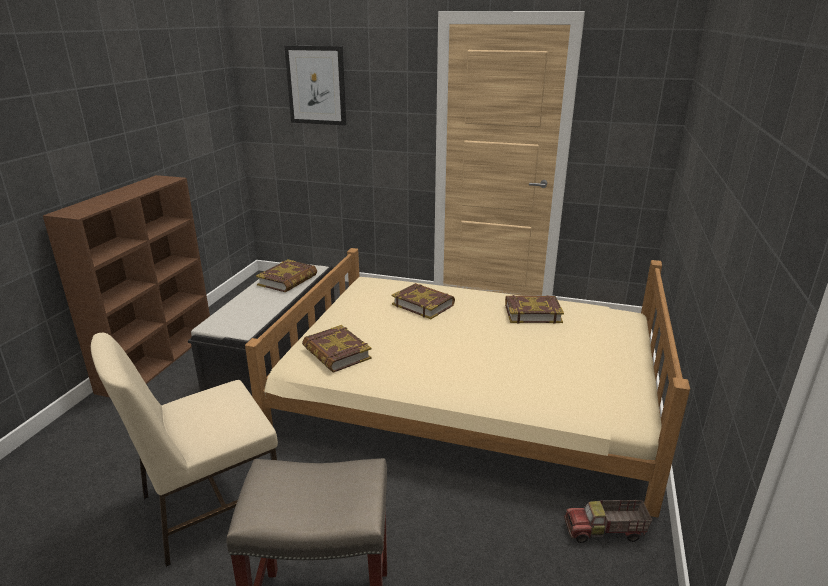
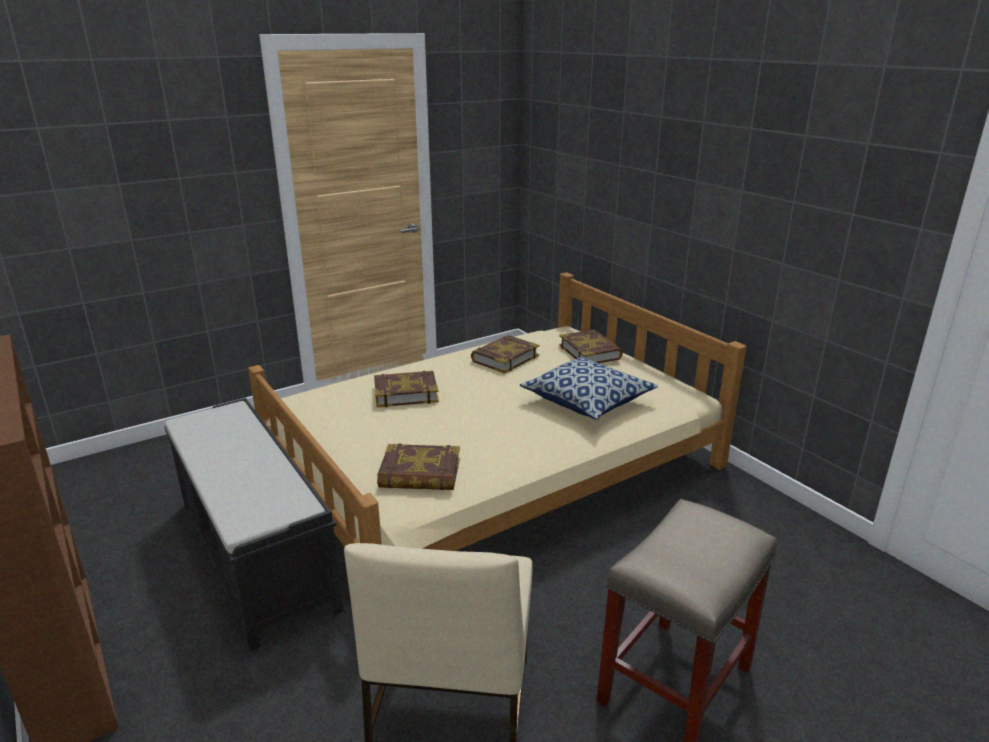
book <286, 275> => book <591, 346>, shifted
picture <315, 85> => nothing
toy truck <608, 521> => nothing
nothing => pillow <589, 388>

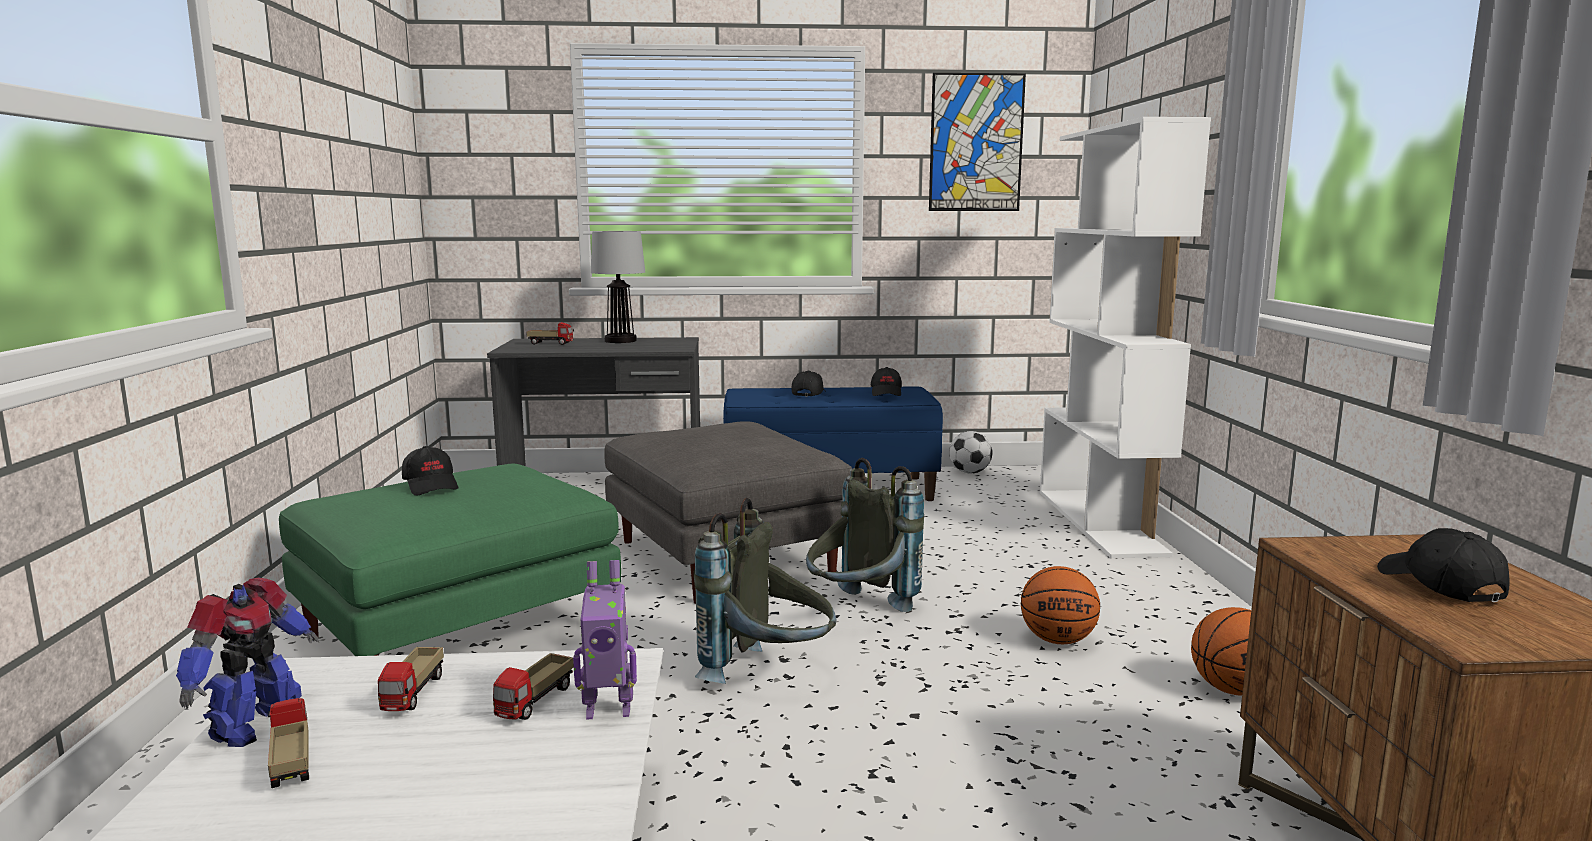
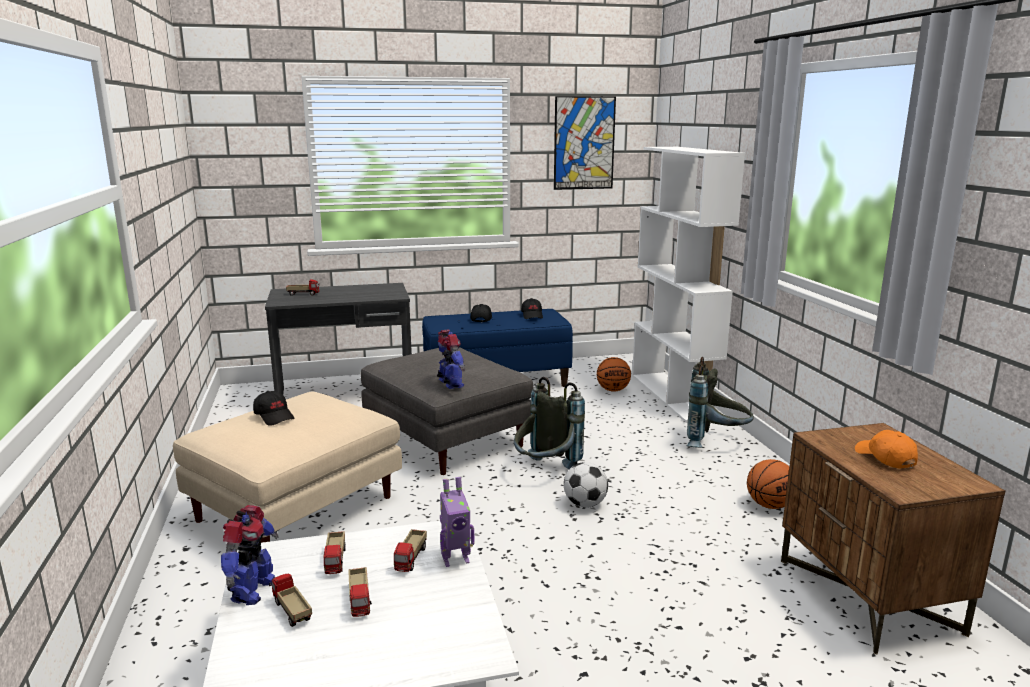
green ottoman <450, 560> => beige ottoman <287, 467>
table lamp <618, 287> => nothing
grey backpack <765, 591> => grey backpack <720, 402>, shifted
football <970, 452> => football <586, 484>, shifted
basketball <1060, 605> => basketball <614, 374>, shifted
black cap <1443, 565> => orange cap <886, 449>
nothing => toy truck <360, 592>
nothing => toy robot <451, 359>

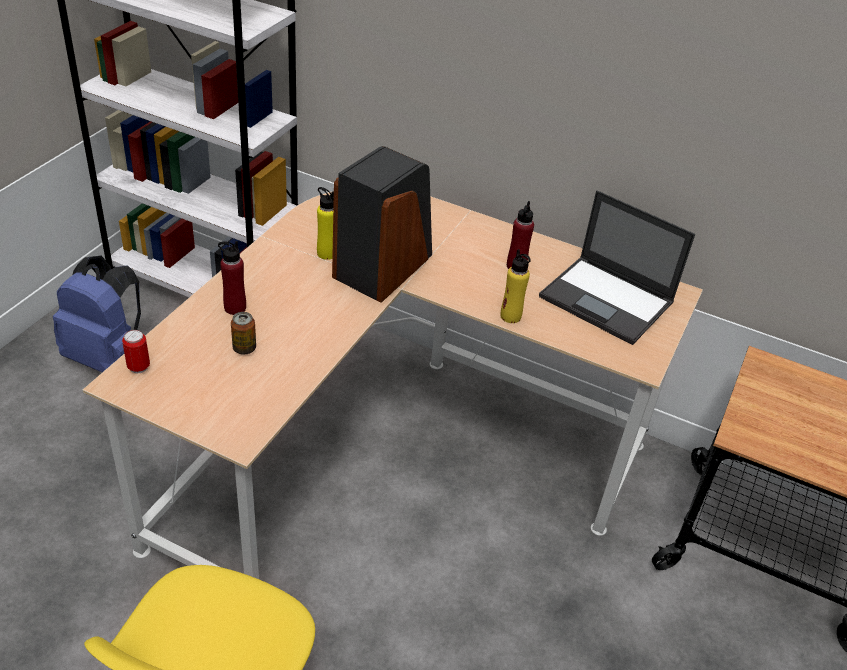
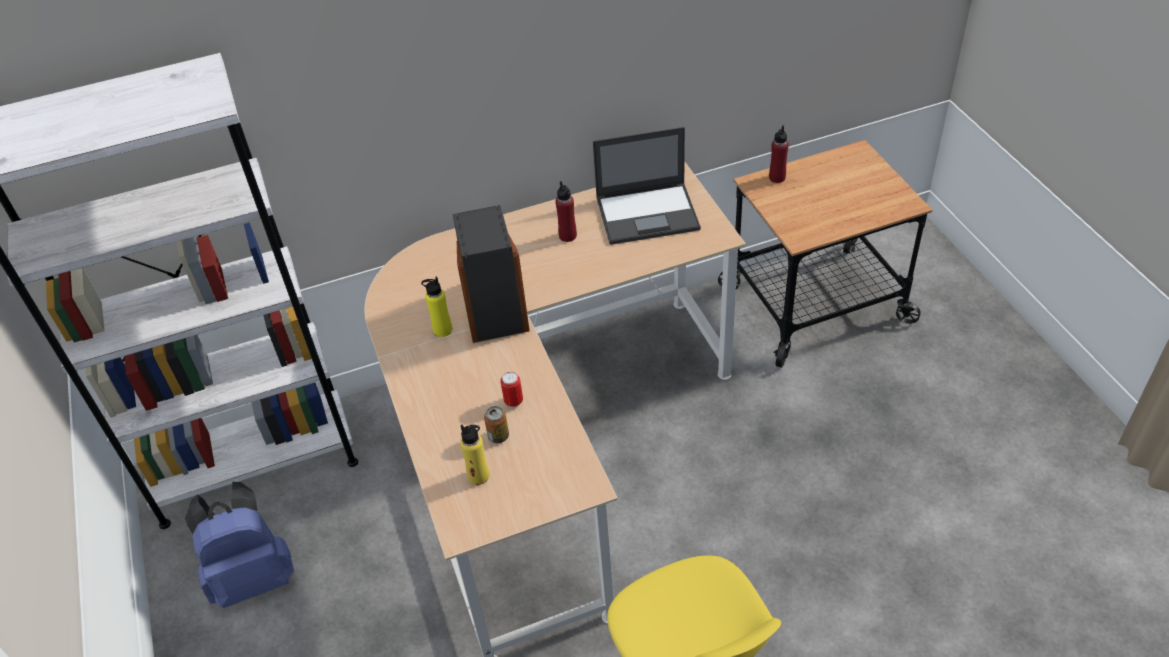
can <136, 351> => can <511, 390>, shifted
red bottle <232, 278> => red bottle <779, 154>, shifted
yellow bottle <515, 286> => yellow bottle <474, 455>, shifted

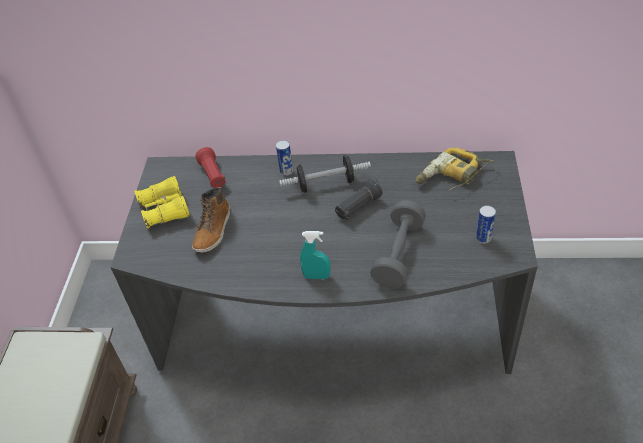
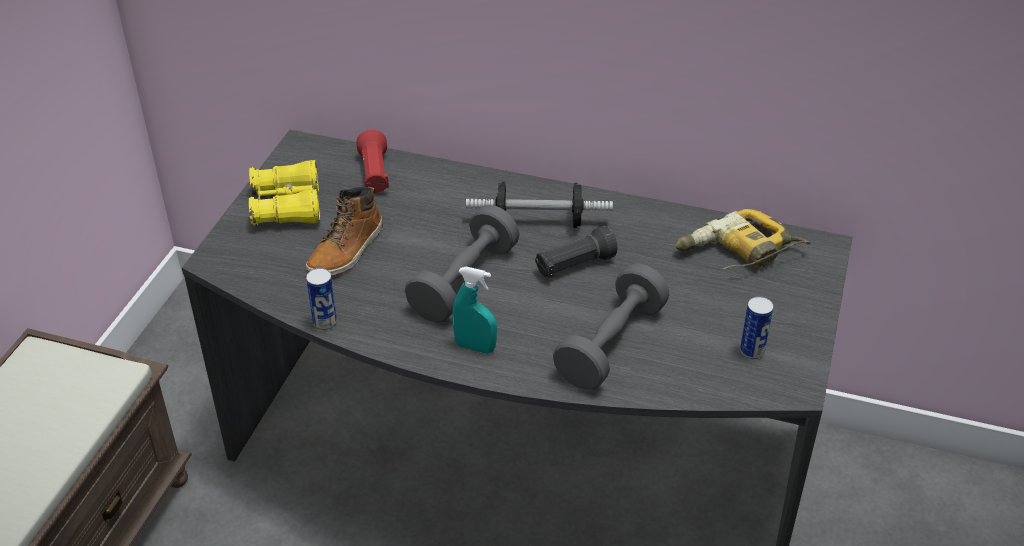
can <284, 158> => can <321, 299>, shifted
nothing => grey dumbbell <462, 264>

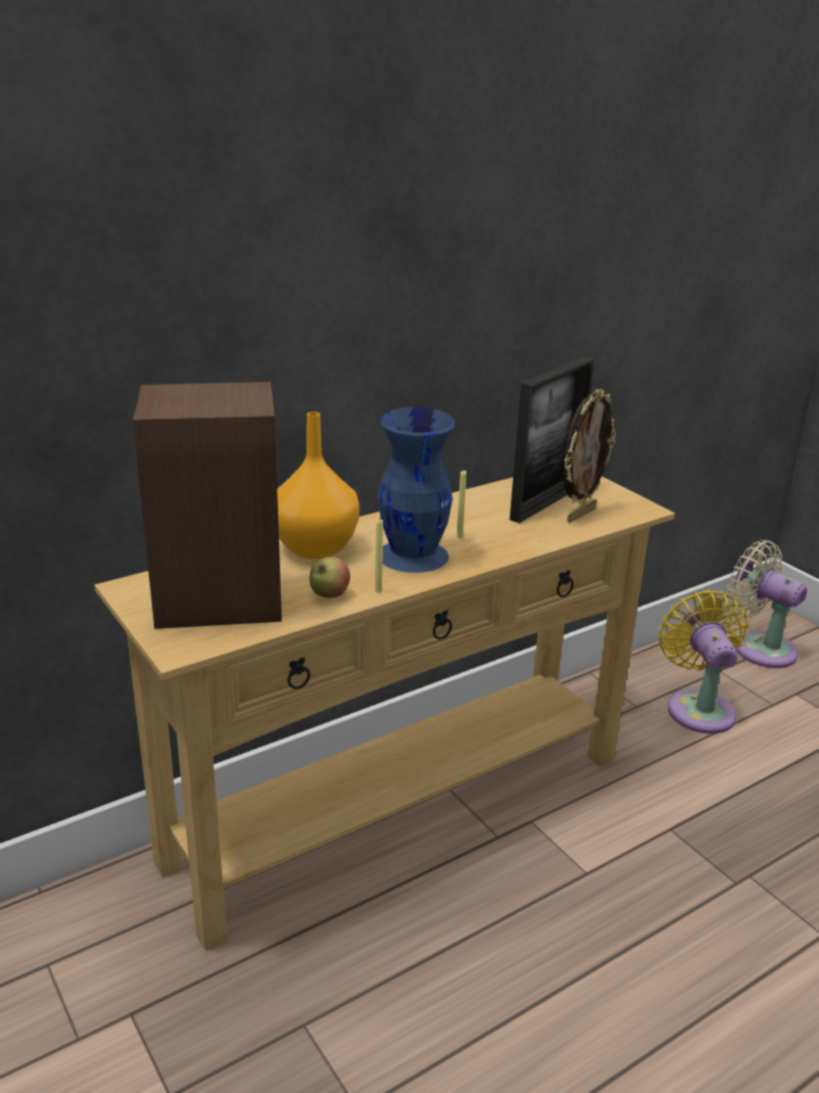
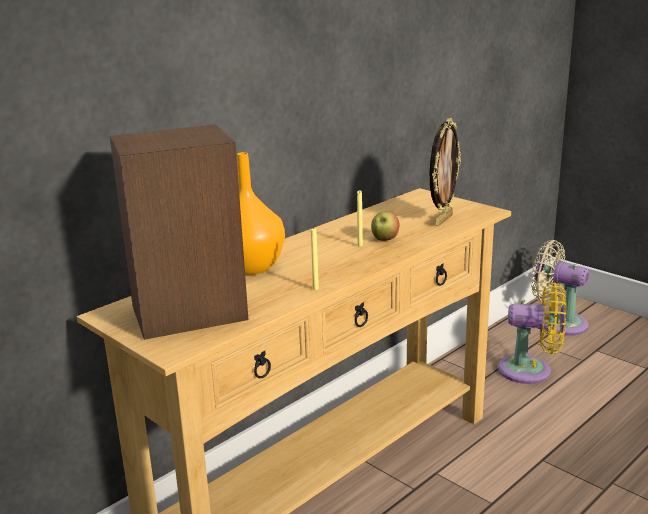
apple <330, 577> => apple <385, 226>, shifted
blue vase <416, 490> => nothing
picture frame <552, 440> => nothing
yellow fan <703, 662> => yellow fan <532, 333>, 120 degrees clockwise

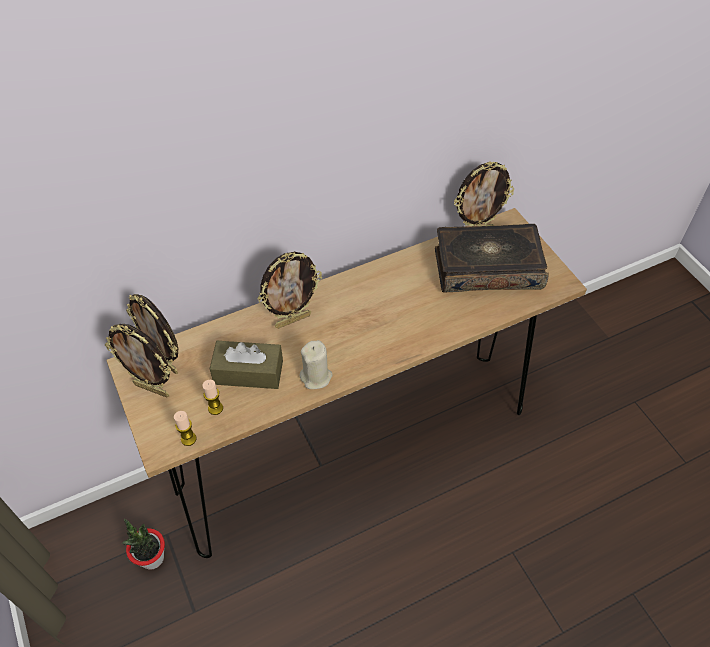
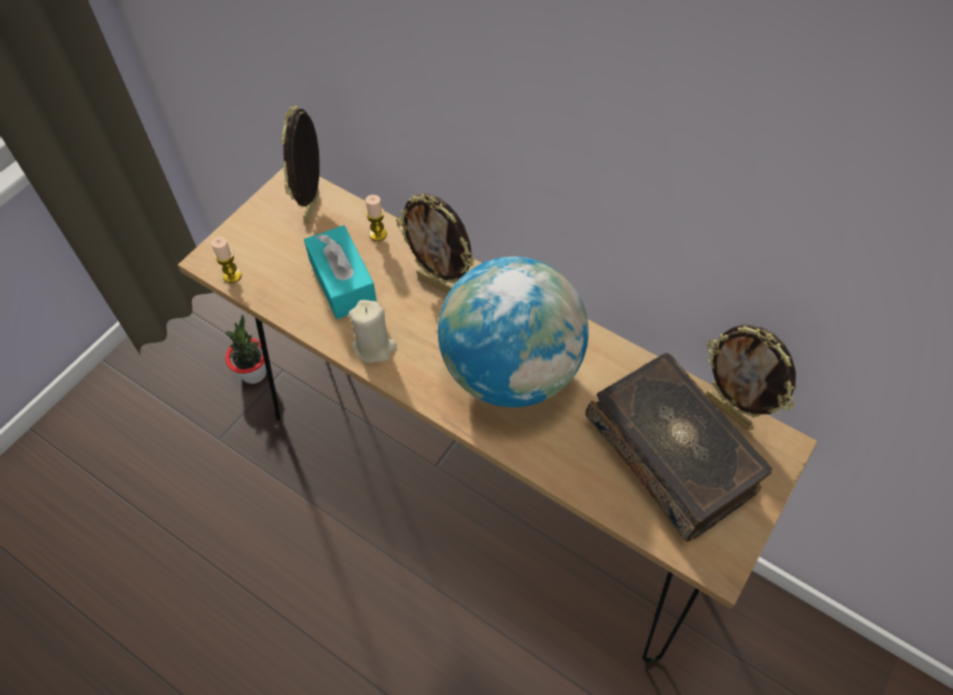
picture frame <138, 361> => nothing
candle <213, 397> => candle <376, 218>, shifted
brown tissue box <246, 365> => turquoise tissue box <340, 272>
nothing => globe <513, 331>

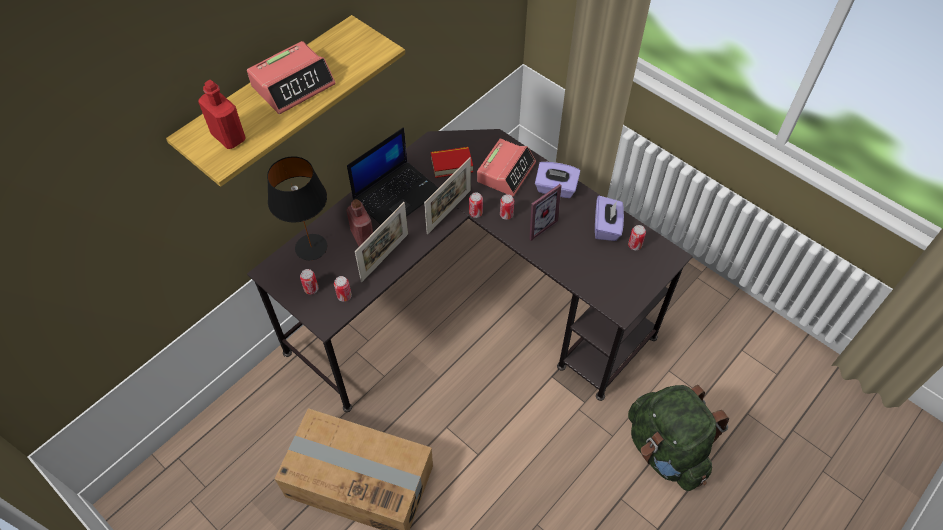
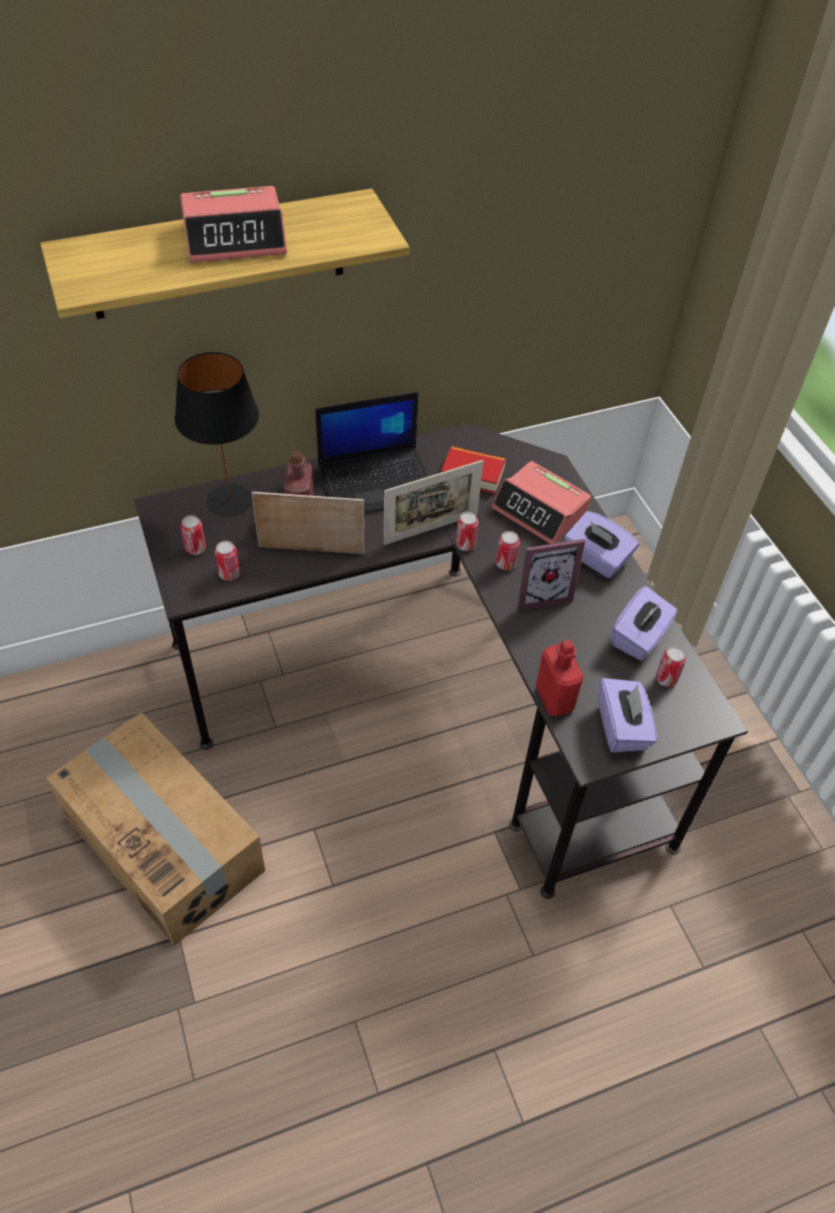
red bottle <222, 114> => red bottle <560, 678>, shifted
picture frame <381, 242> => picture frame <308, 523>, 150 degrees counterclockwise
alarm clock <506, 167> => alarm clock <541, 502>, 75 degrees clockwise
green backpack <678, 438> => nothing
nothing => purple tissue box <627, 715>

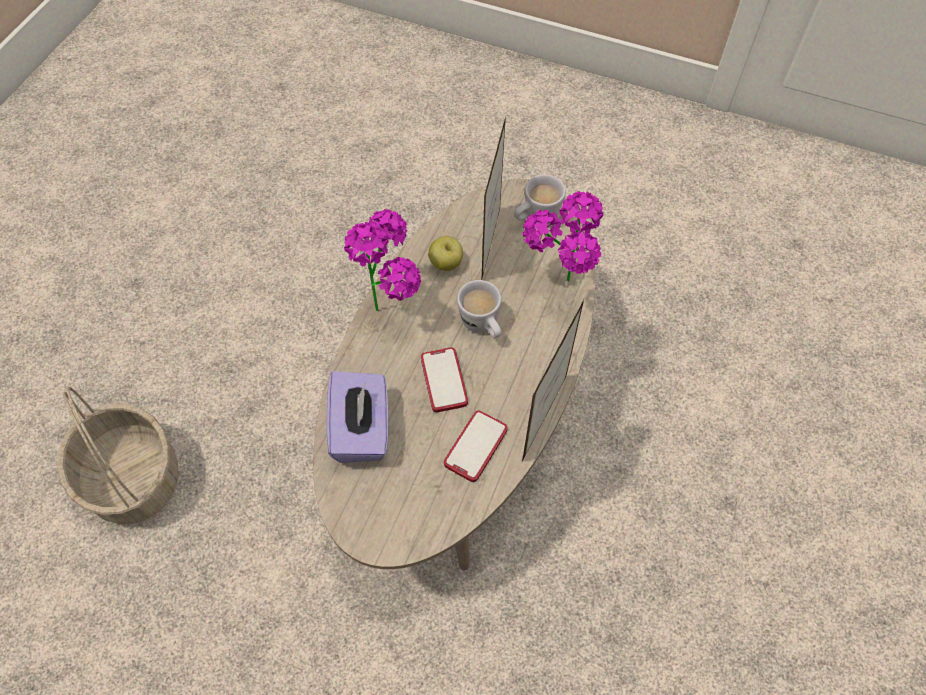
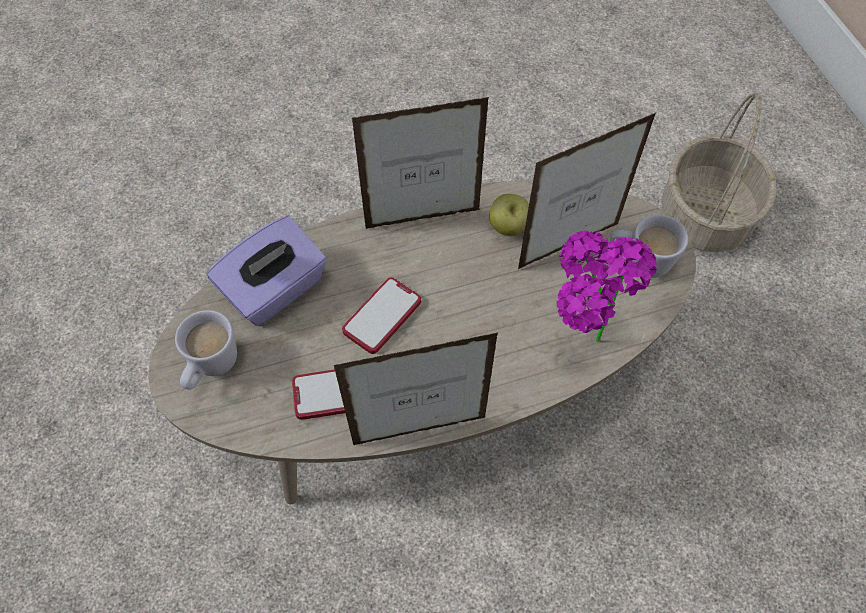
basket <117, 455> => basket <719, 172>, shifted
potted plant <382, 260> => picture frame <420, 163>
white mug <479, 309> => white mug <206, 350>, shifted

